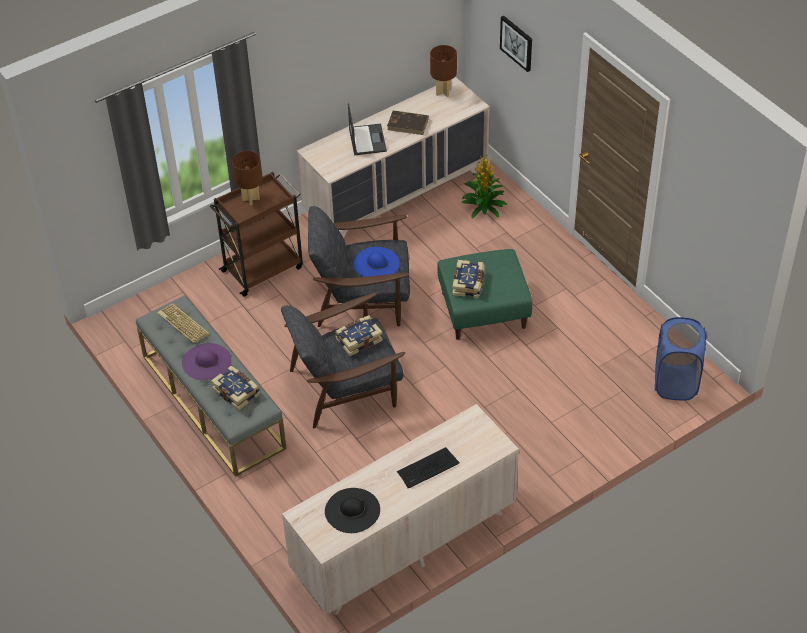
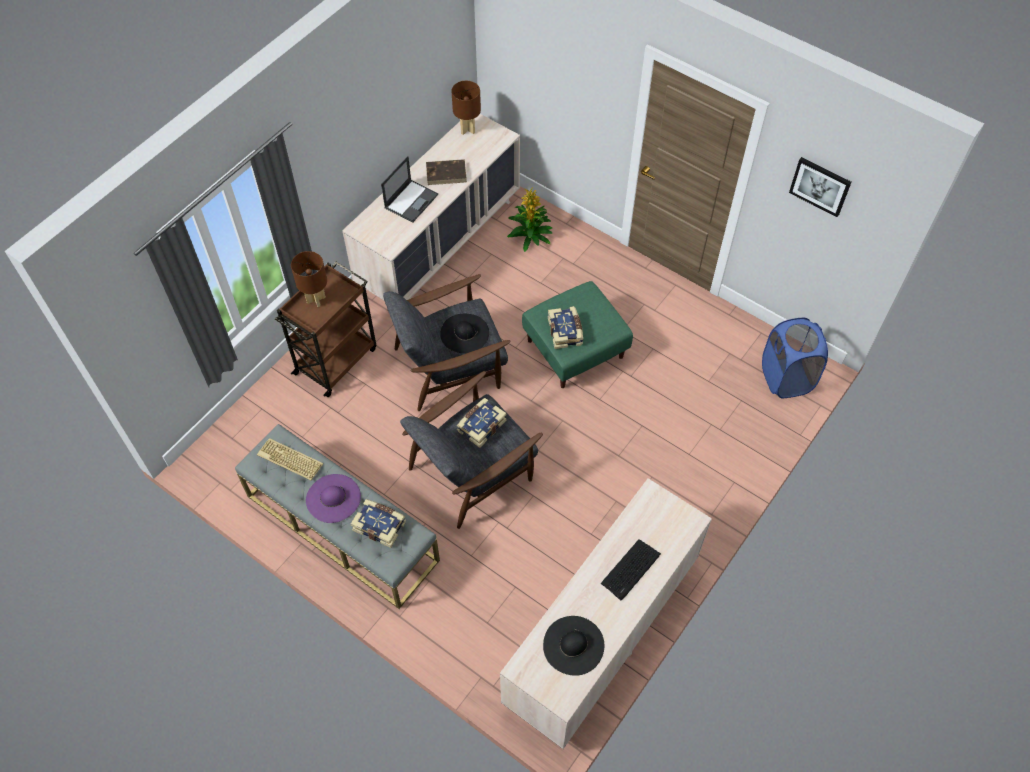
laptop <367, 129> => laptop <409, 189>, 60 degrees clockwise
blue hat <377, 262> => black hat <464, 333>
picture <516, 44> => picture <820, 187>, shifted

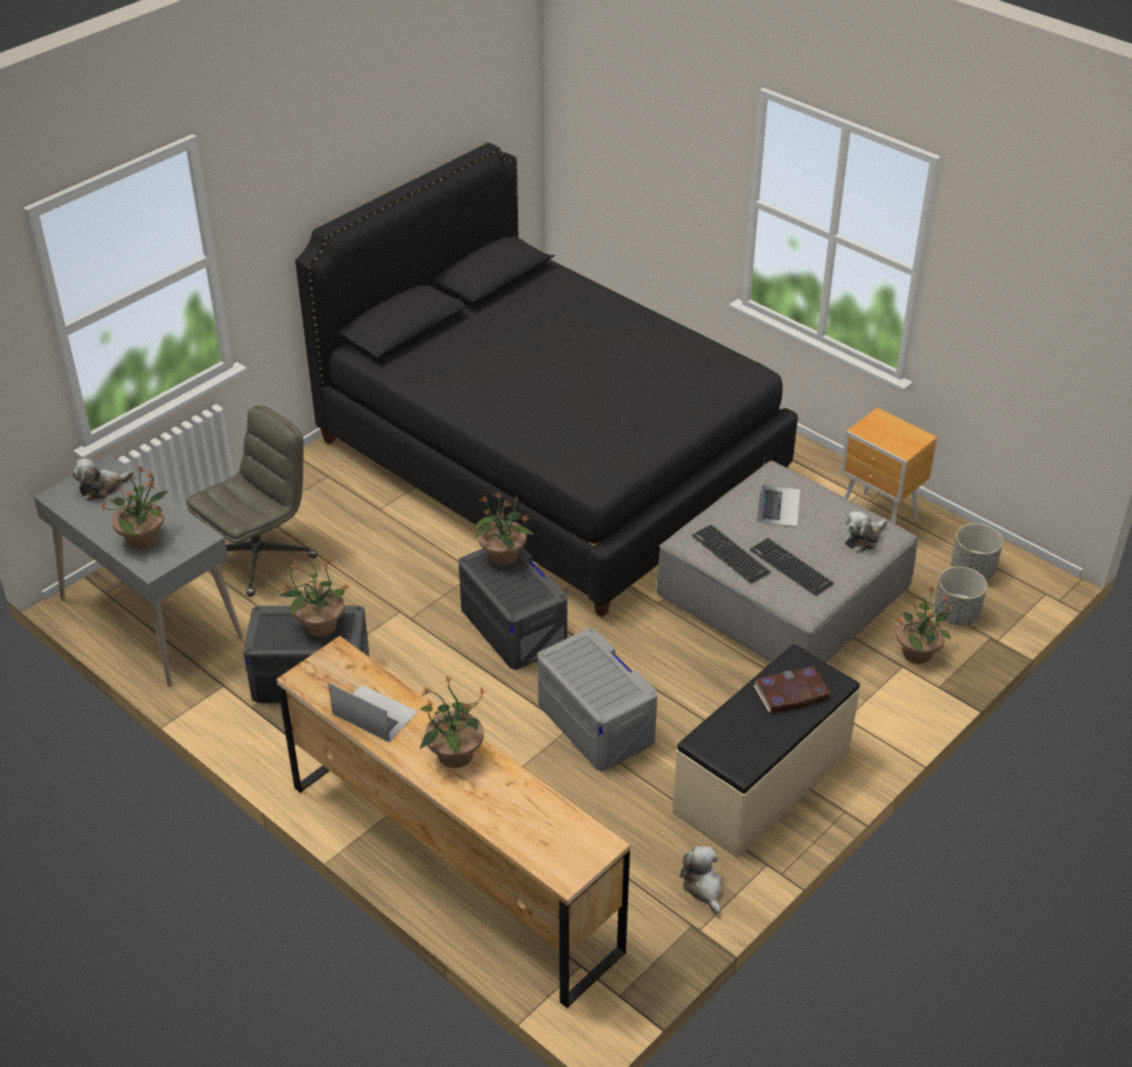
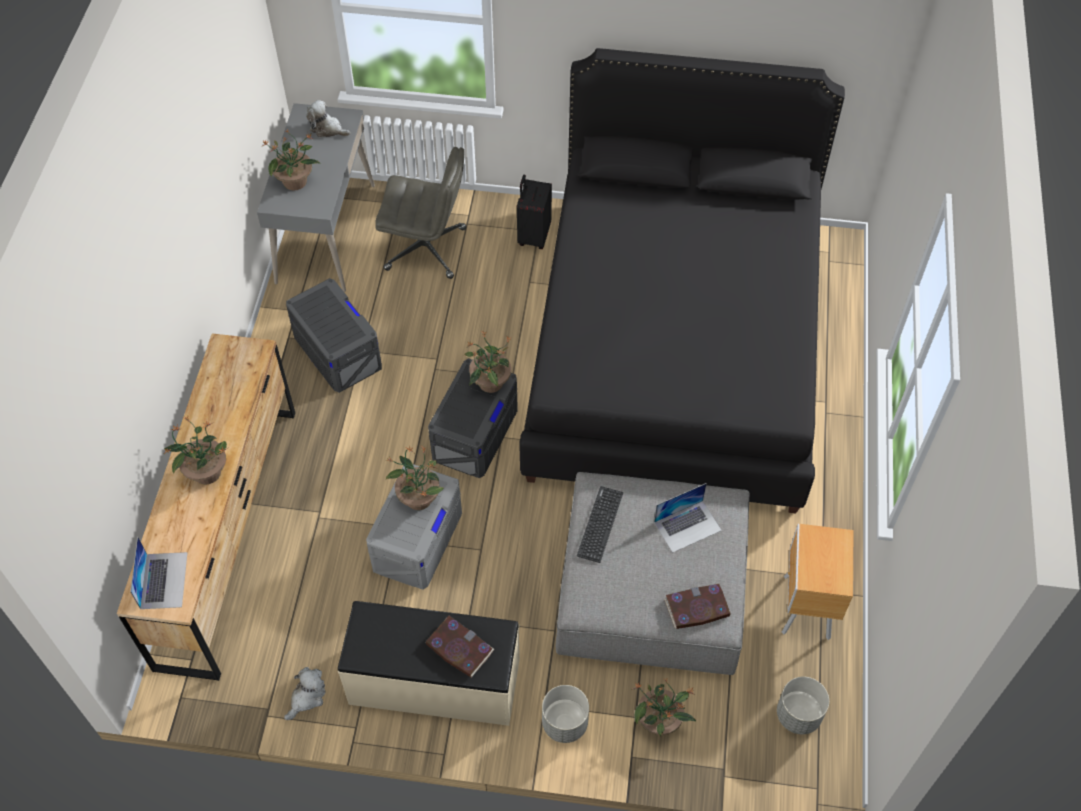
potted plant <314, 595> => potted plant <415, 478>, shifted
laptop <373, 712> => laptop <159, 572>, shifted
keyboard <792, 567> => nothing
plush toy <866, 532> => book <697, 606>
grey planter <960, 596> => grey planter <565, 714>, shifted
nothing => black suitcase <534, 212>

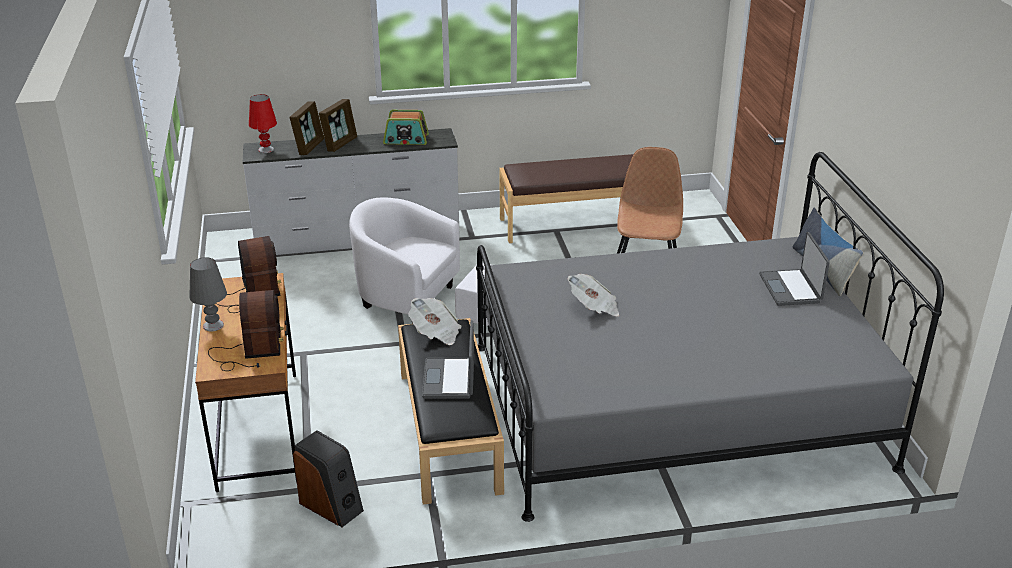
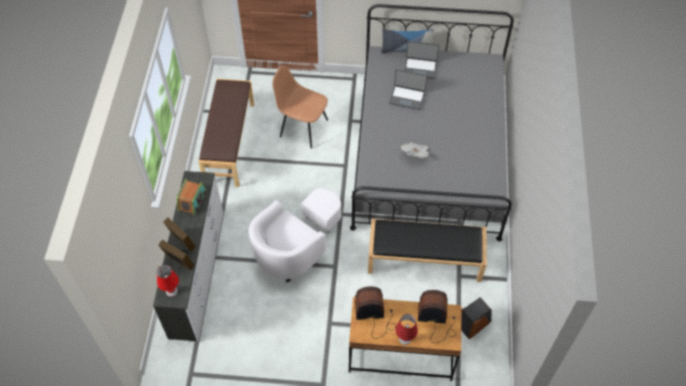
grey table lamp <208, 294> => red table lamp <406, 329>
newspaper <435, 321> => nothing
laptop <448, 359> => laptop <408, 89>, shifted

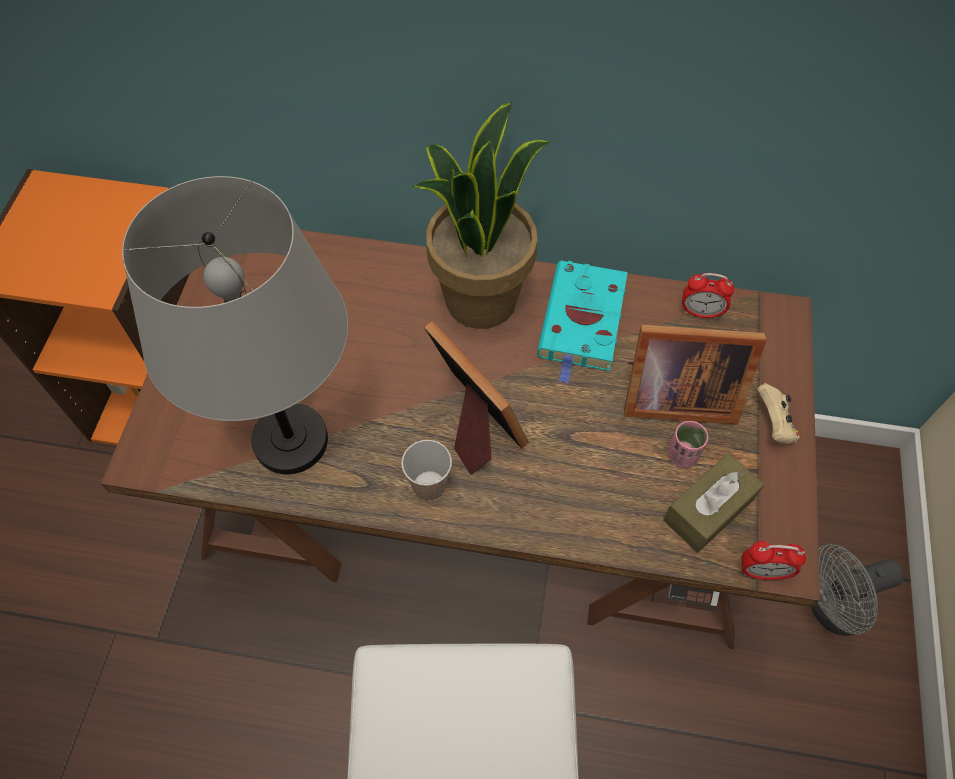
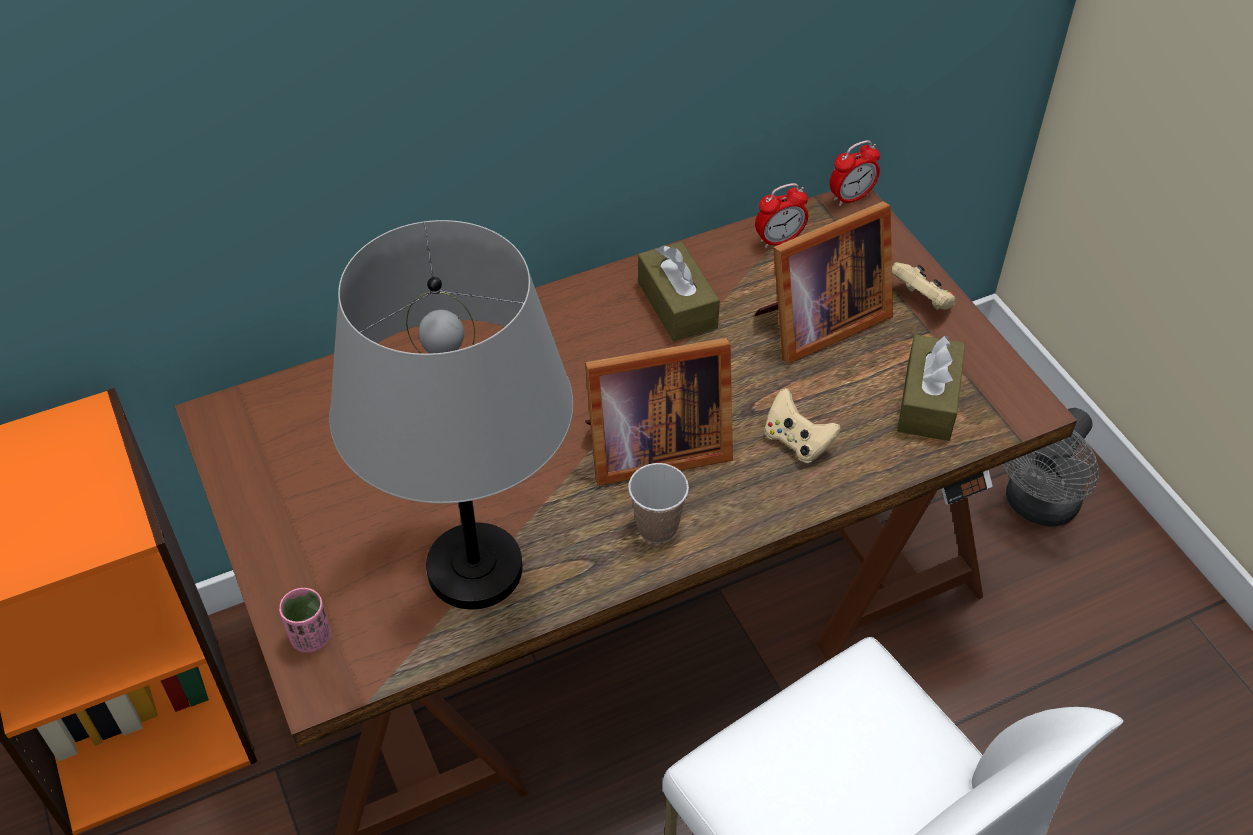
potted plant <481, 215> => nothing
picture frame <476, 398> => picture frame <659, 412>, 150 degrees clockwise
turquoise book <582, 322> => brown tissue box <679, 291>
pink cup <688, 444> => pink cup <305, 620>, shifted
alarm clock <774, 560> => alarm clock <855, 173>, shifted
nothing => beige game controller <803, 425>

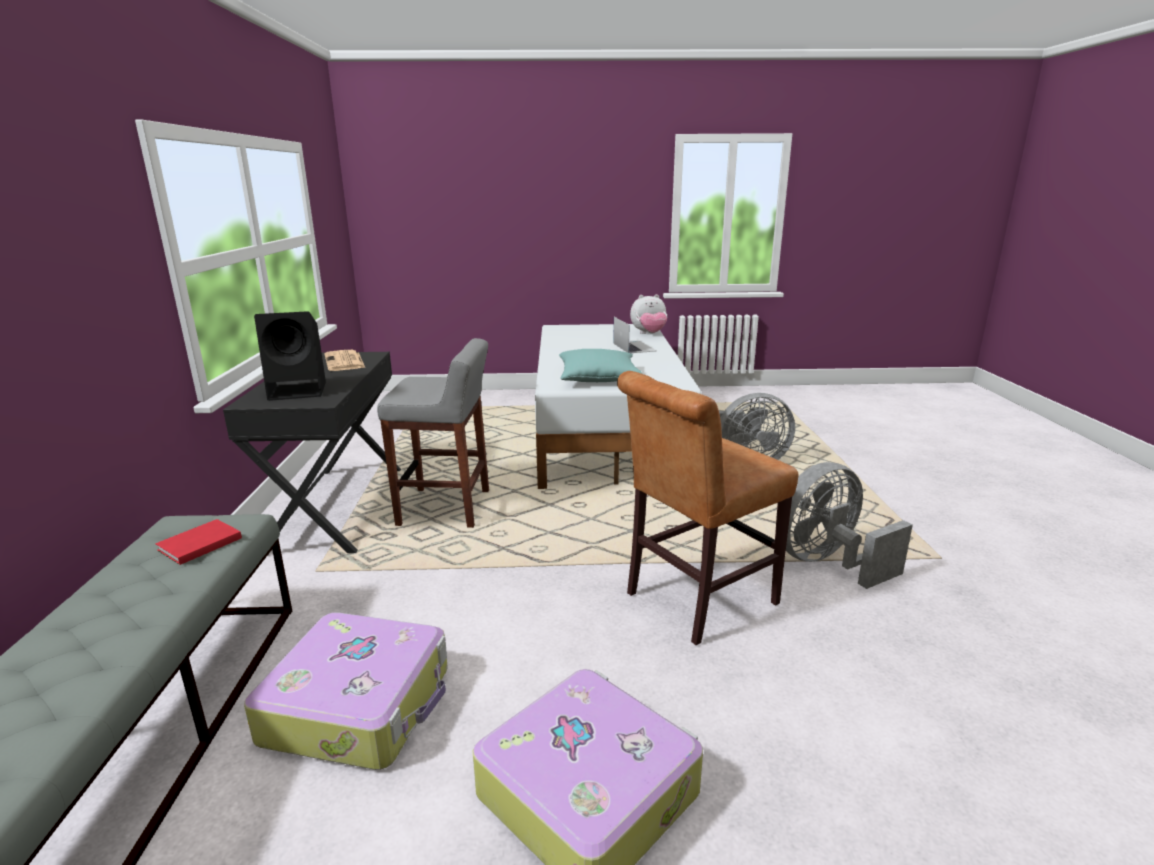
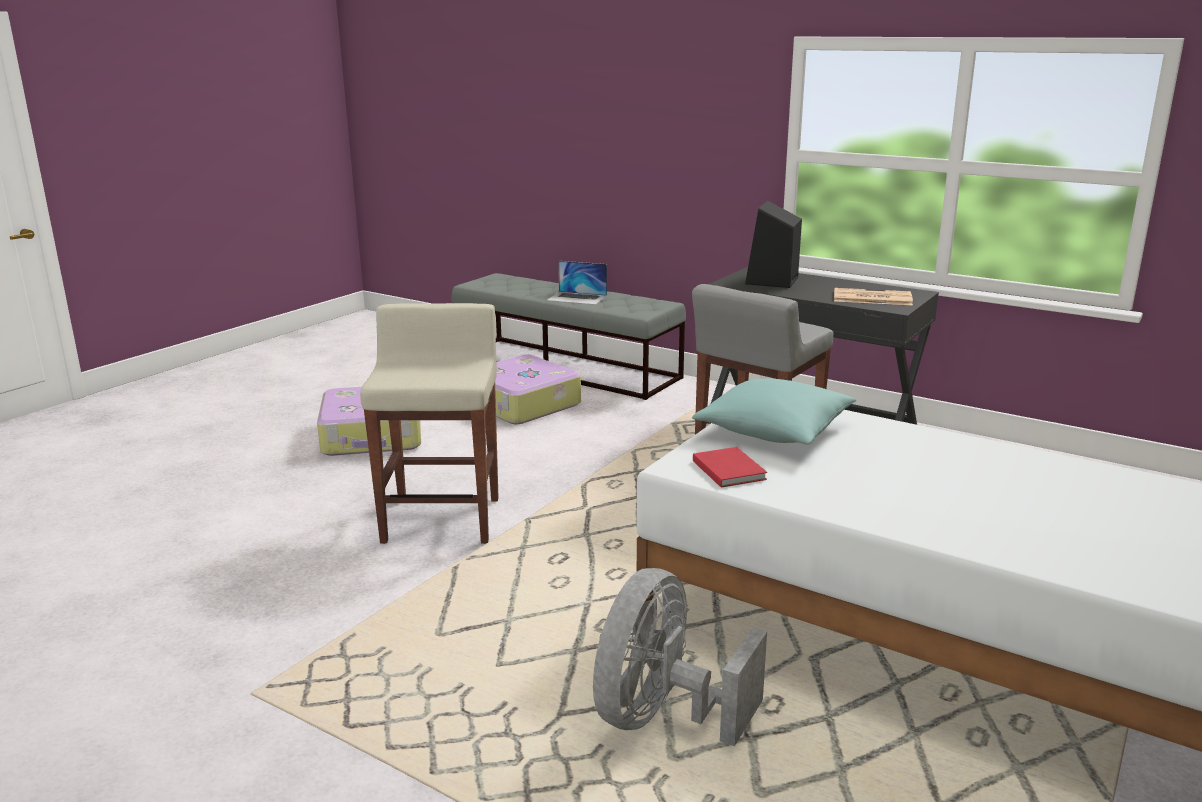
red book <198, 542> => red book <730, 467>, shifted
laptop <634, 335> => laptop <577, 283>, shifted
brown chair <707, 508> => beige stool <429, 423>
plush toy <648, 314> => nothing
grey fan <849, 525> => nothing

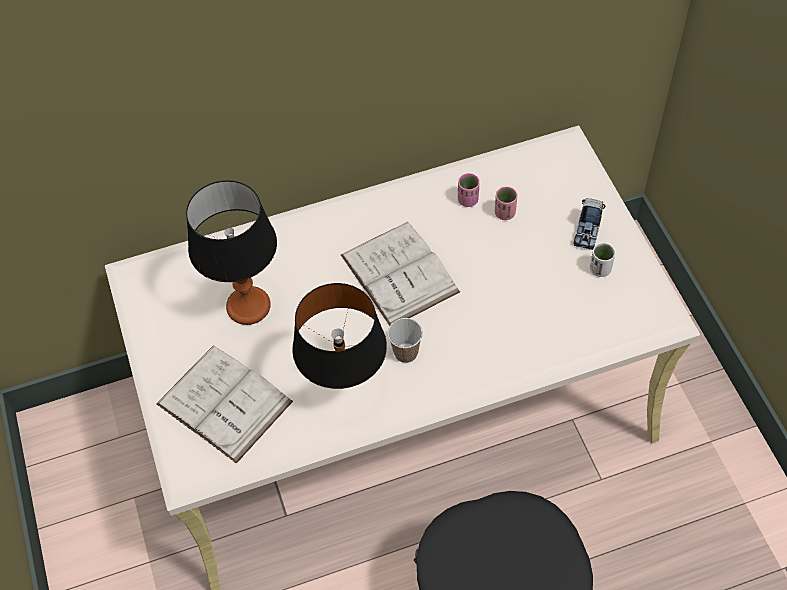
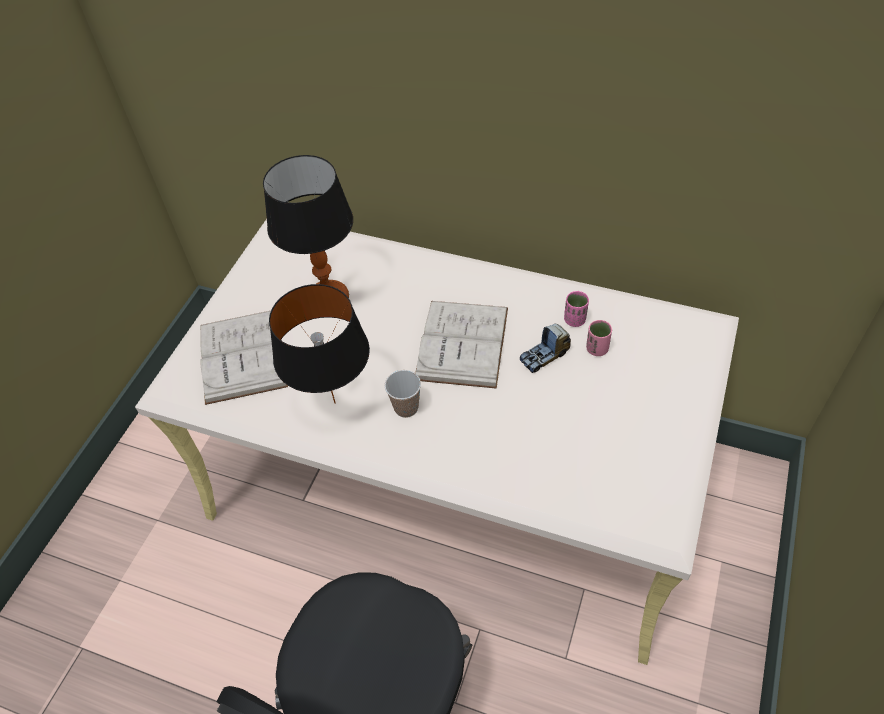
toy truck <590, 224> => toy truck <545, 348>, shifted
white cup <602, 260> => nothing

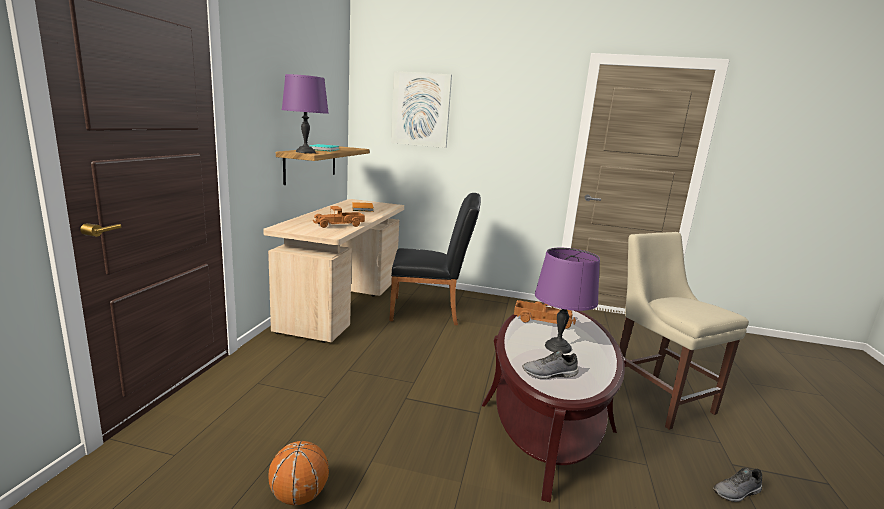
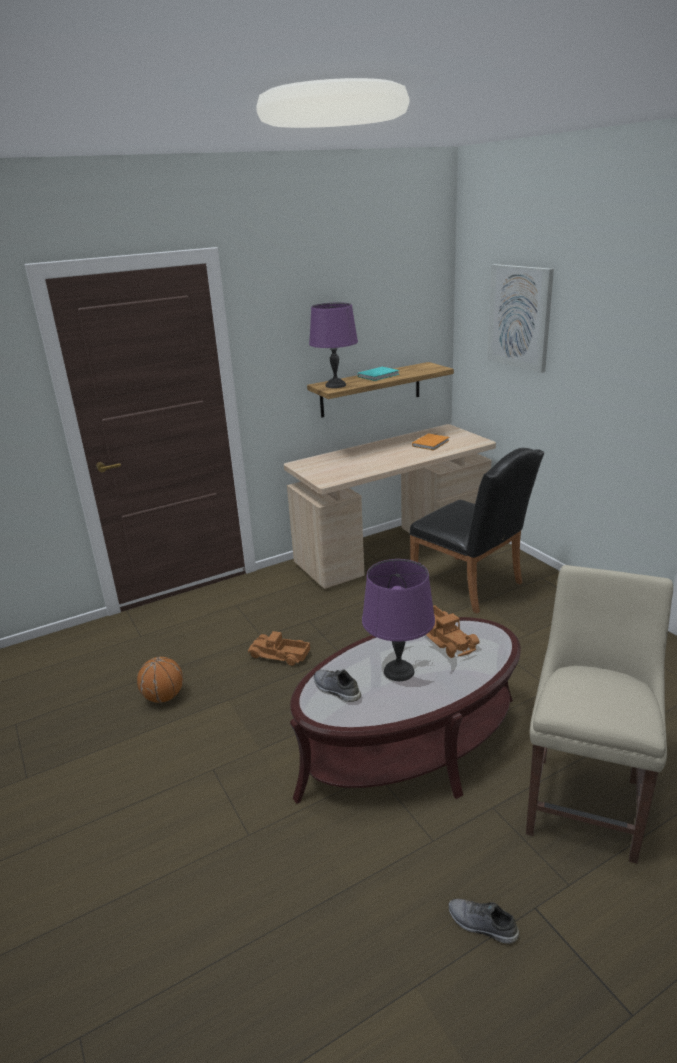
toy truck <339, 217> => toy truck <279, 648>, shifted

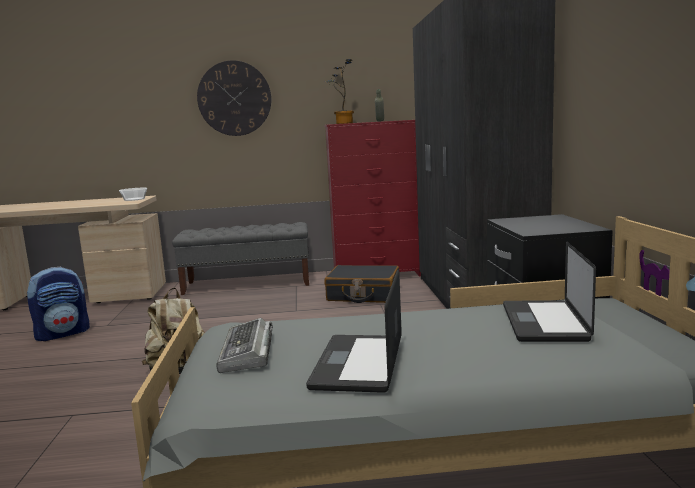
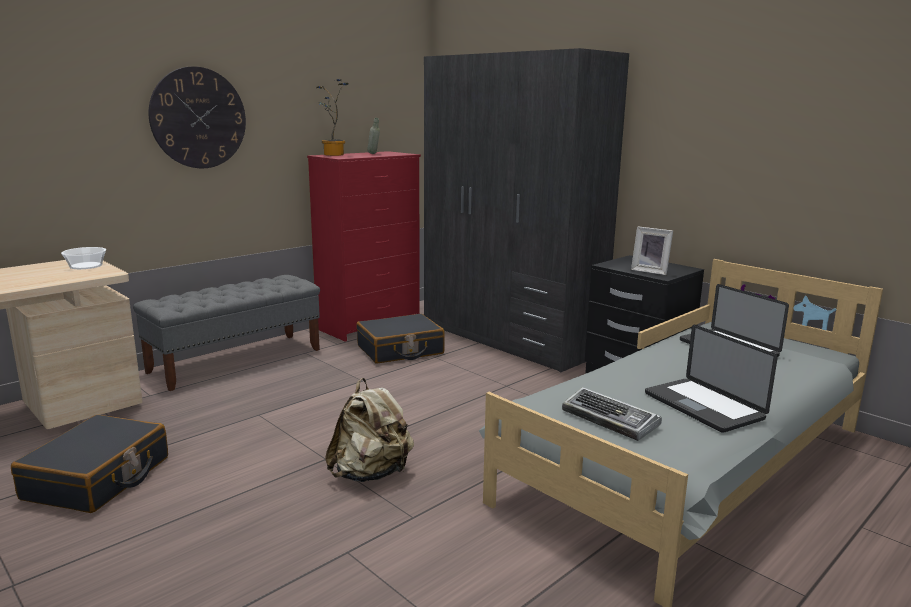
backpack <58, 304> => black suitcase <89, 464>
nothing => picture frame <652, 250>

